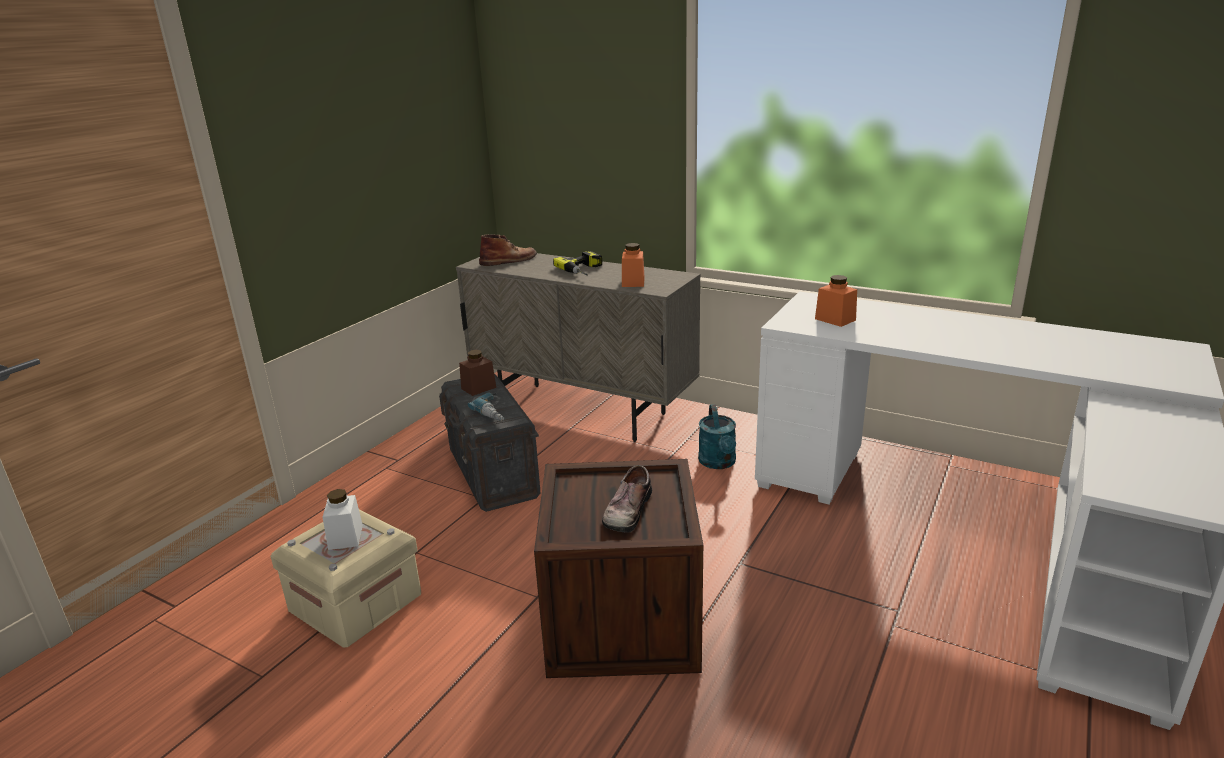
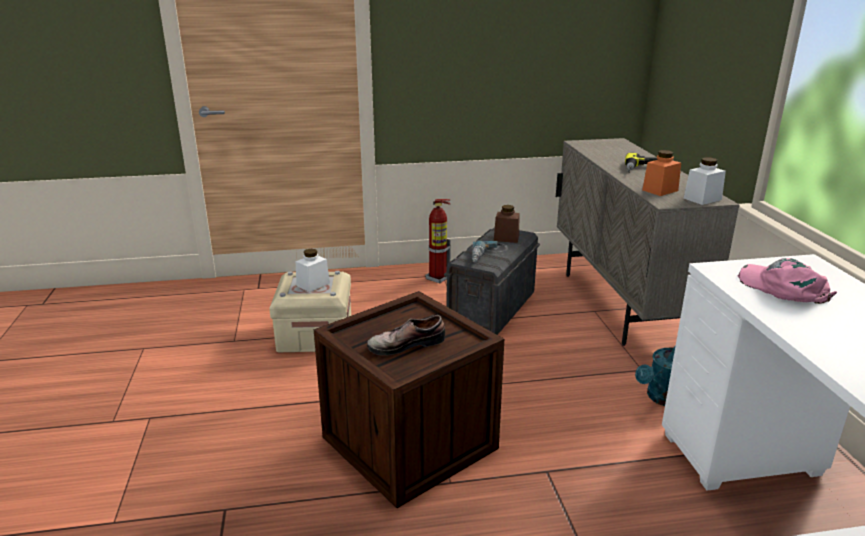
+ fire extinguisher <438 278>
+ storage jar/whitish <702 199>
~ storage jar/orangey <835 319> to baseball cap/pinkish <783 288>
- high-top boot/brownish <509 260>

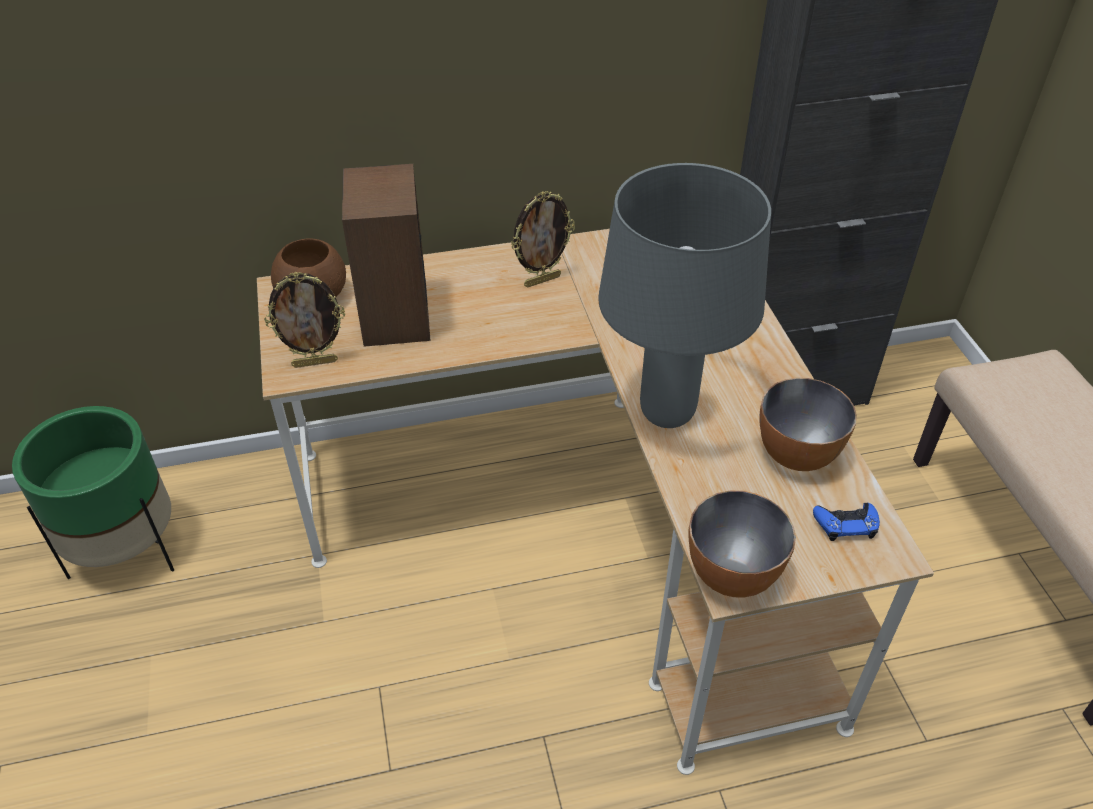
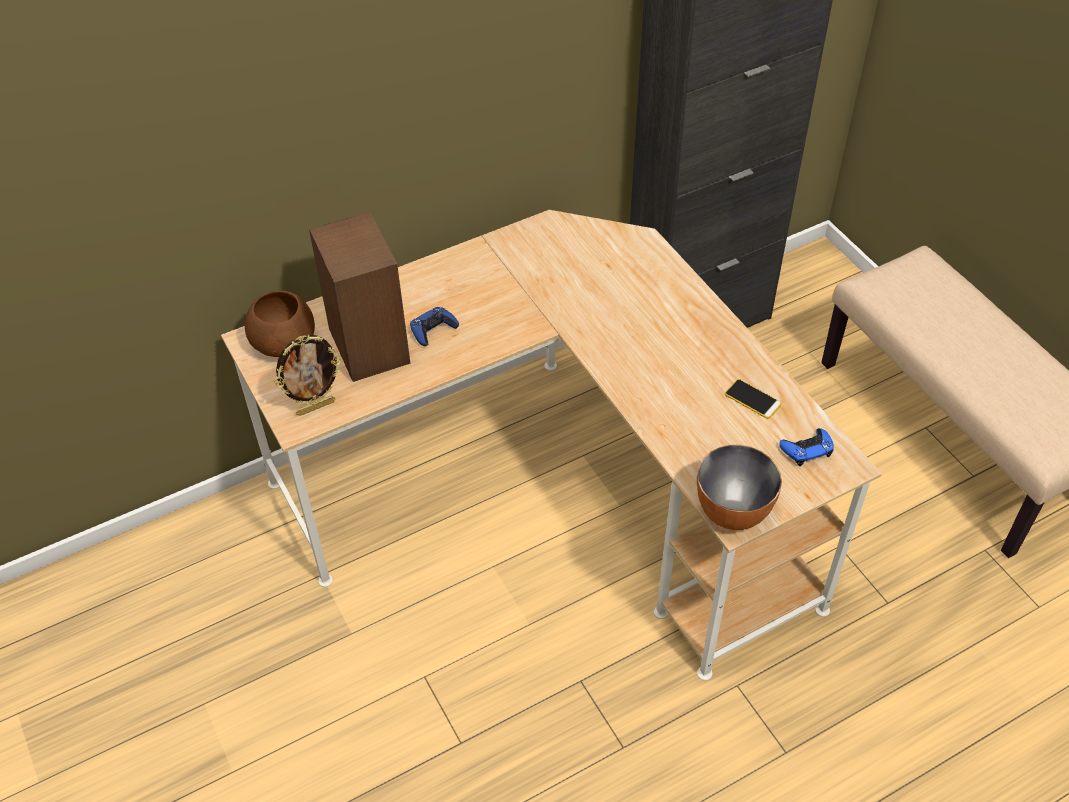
+ gamepad/bluish <433 329>
~ serving bowl <796 454> to phone <752 399>
- plant pot/green <127 550>
- picture frame <542 280>
- lamp for a table/greyish <667 414>

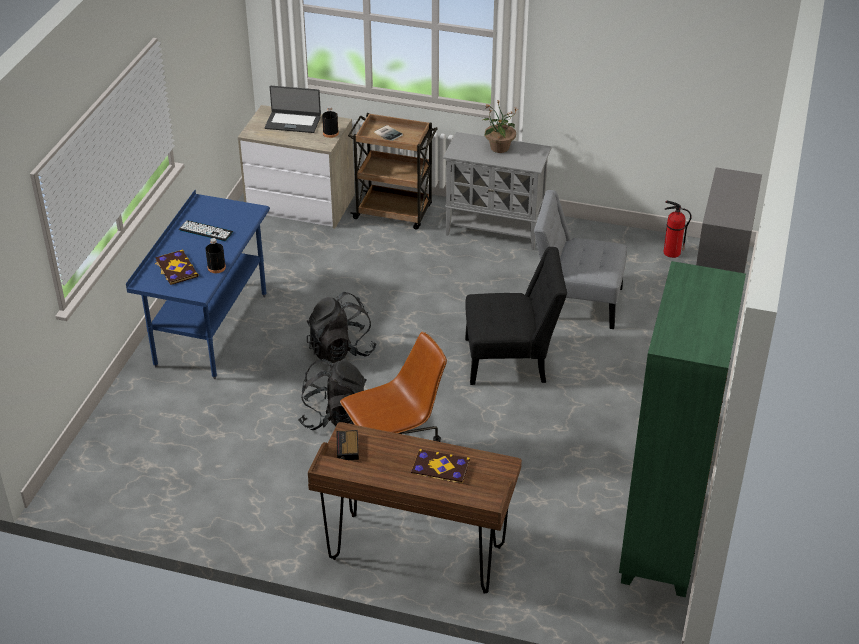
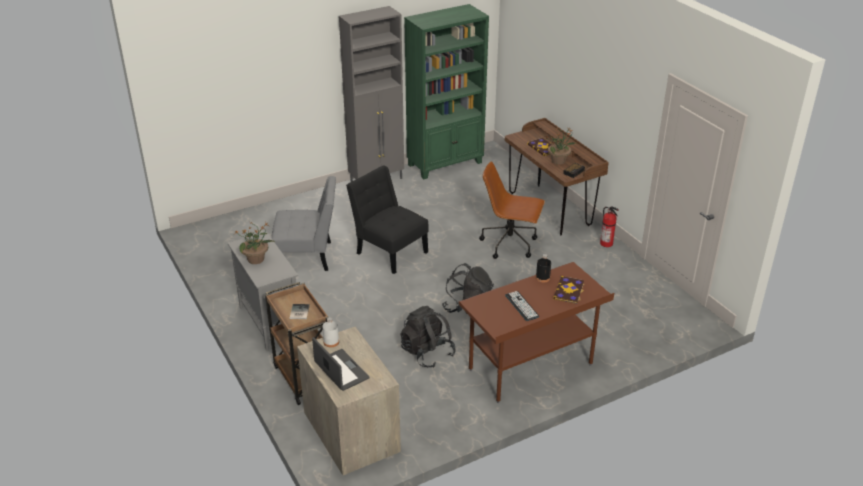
~ plain chair/greyish <576 302> = <308 257> 60 degrees counterclockwise
~ bottle/black <330 133> to bottle/whitish <331 342>
~ rucksack/black <334 417> to <427 353>
~ desk table/bluish <211 330> to desk table/brownish <531 368>
+ potted plant <559 161>
~ fire extinguisher <671 252> to <607 243>

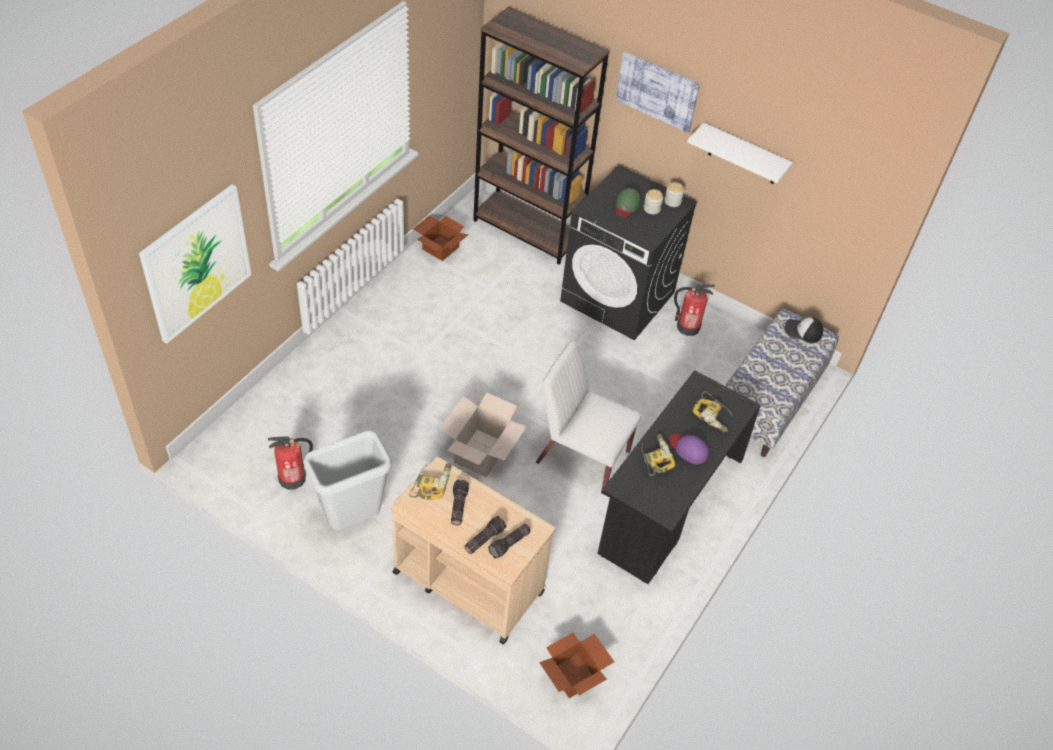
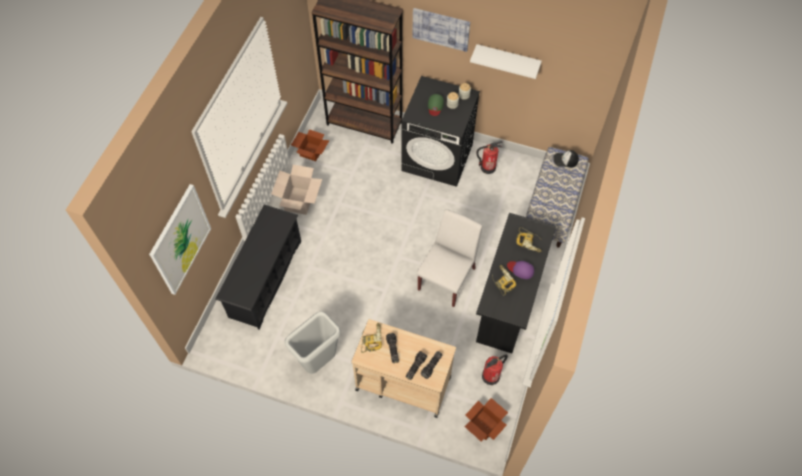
+ shoe shelf/black <265 279>
~ carton <481 452> to <299 200>
~ plain chair/whitish <581 456> = <447 278> 105 degrees clockwise
~ fire extinguisher <293 478> to <491 376>

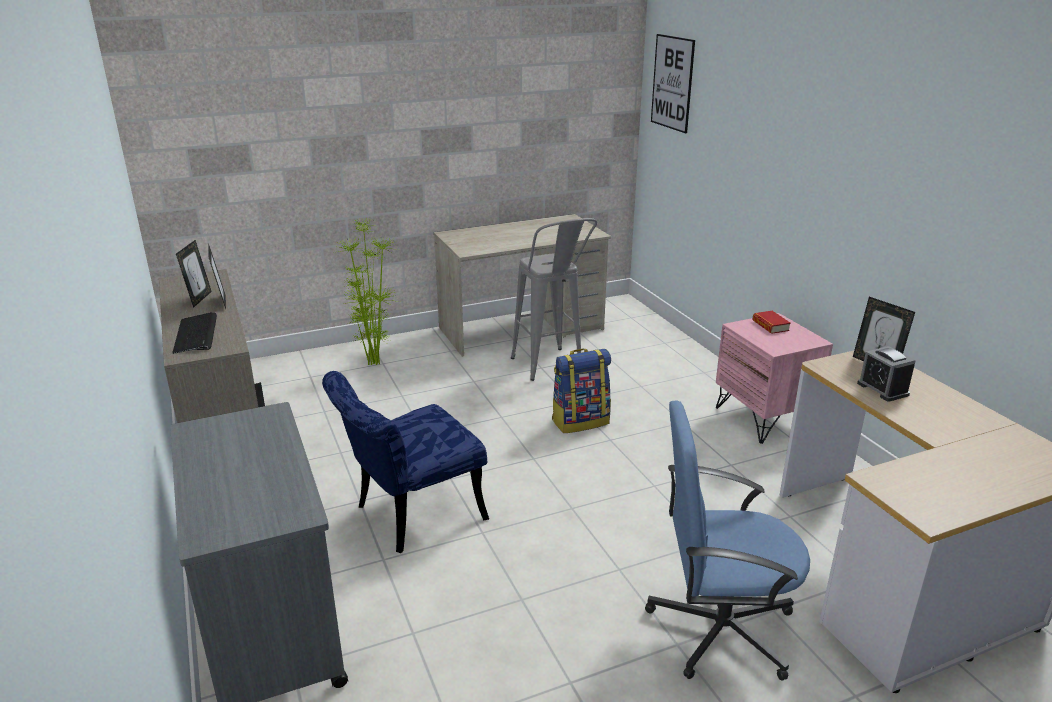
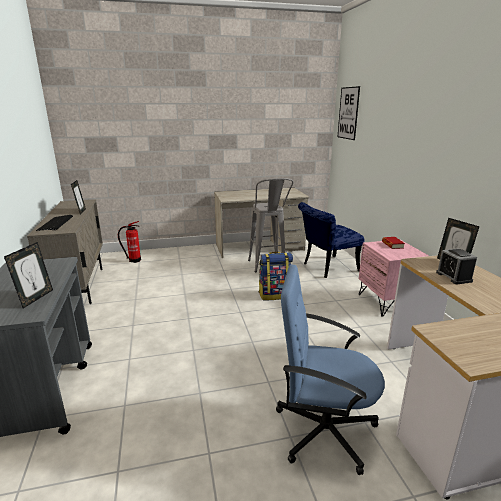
~ picture frame <199 299> to <36 298>
+ fire extinguisher <133 260>
~ plain chair/bluish <410 515> to <326 268>
- potted plant <375 364>

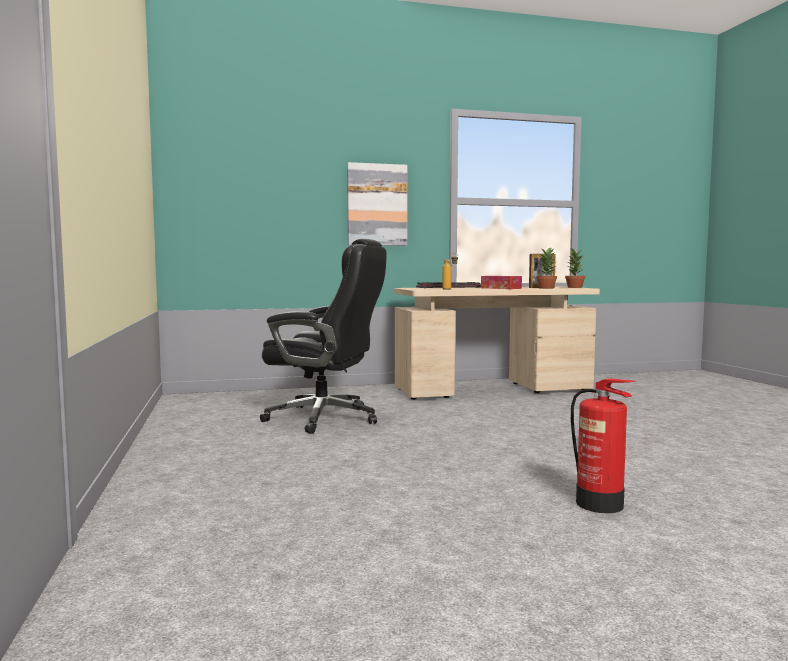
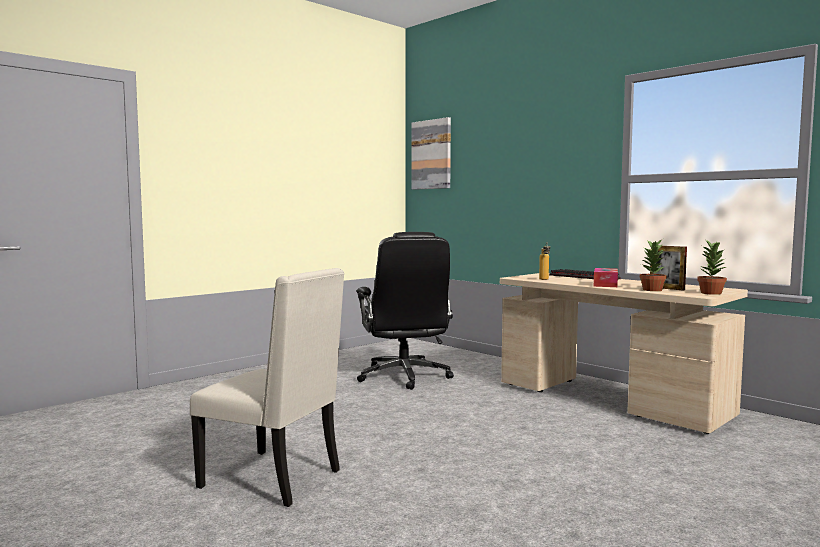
~ fire extinguisher <600 504> to plain chair/beige <274 479>
~ wall art <377 205> to <431 154>

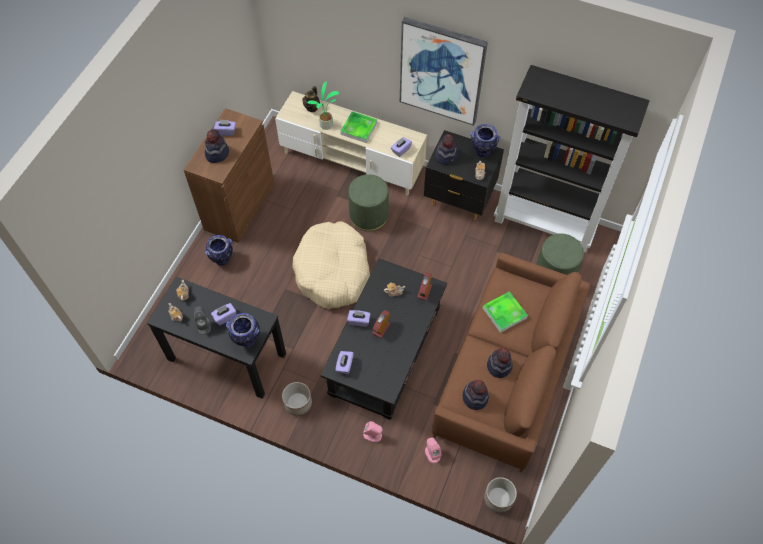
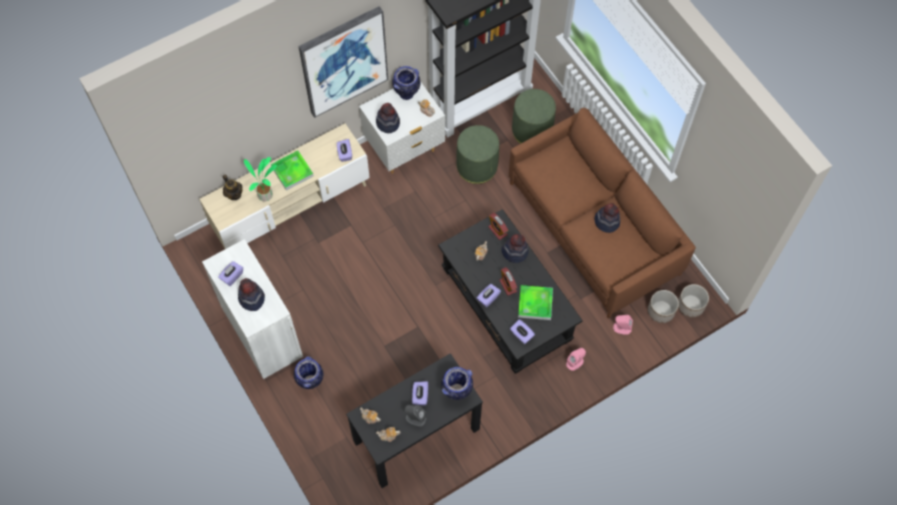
~ cabinet/brownish <239 206> to cabinet/whitish <262 332>
~ night table/black <459 200> to night table/whitish <404 149>
~ ottoman/green <369 215> to <477 166>
~ wearable hat <475 397> to <515 252>
~ serving tray <504 313> to <535 303>
~ plant pot <297 403> to <660 311>
- dog cushion/beige <333 271>

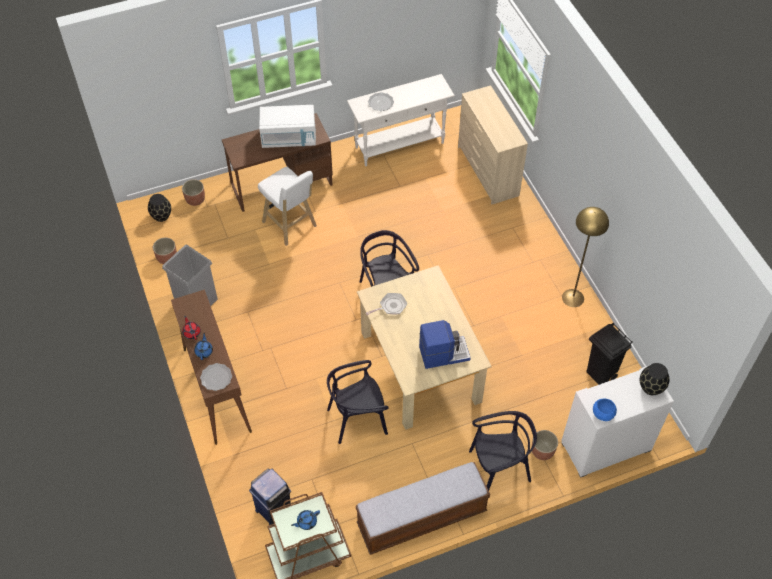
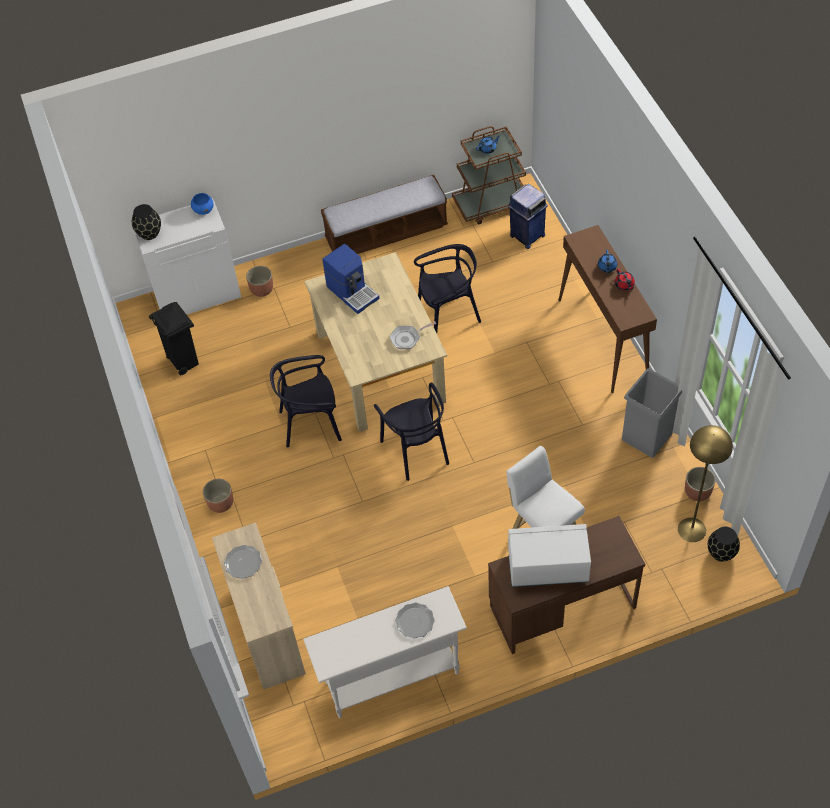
~ plant pot <195 199> to <221 503>
~ plate <216 377> to <243 563>
~ plain chair/black <499 468> to <311 423>
~ coffee brewer <443 353> = <353 292> 120 degrees counterclockwise
~ standing lamp/yellow <572 298> to <692 529>

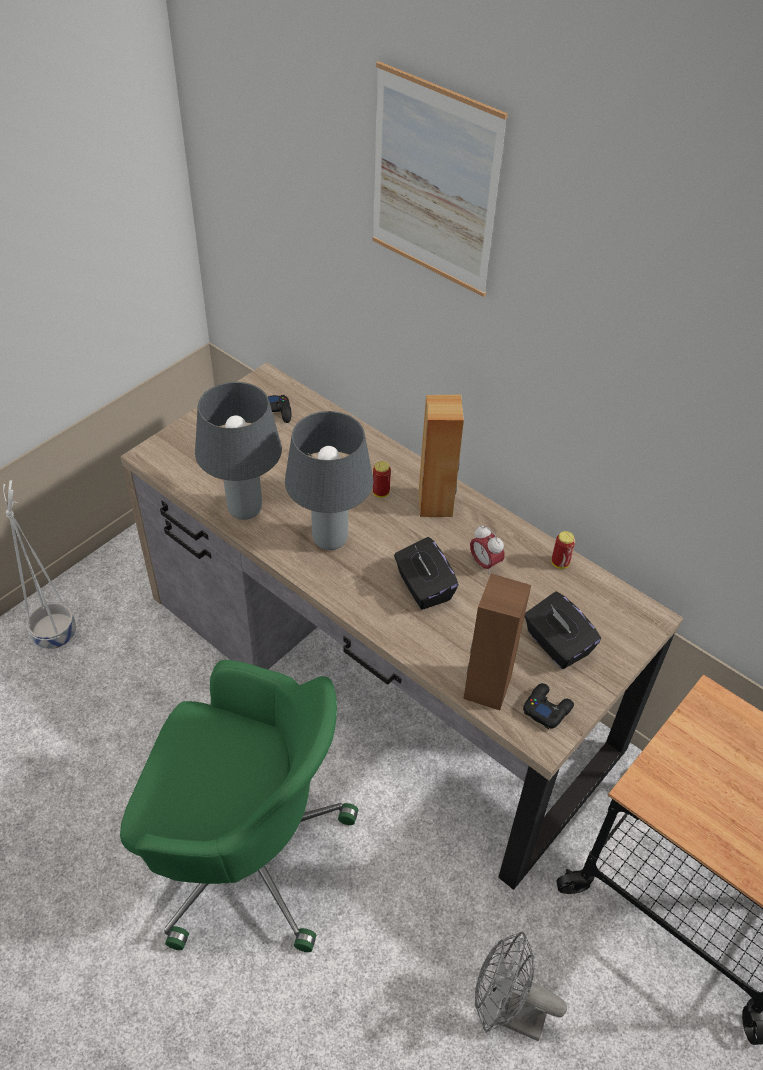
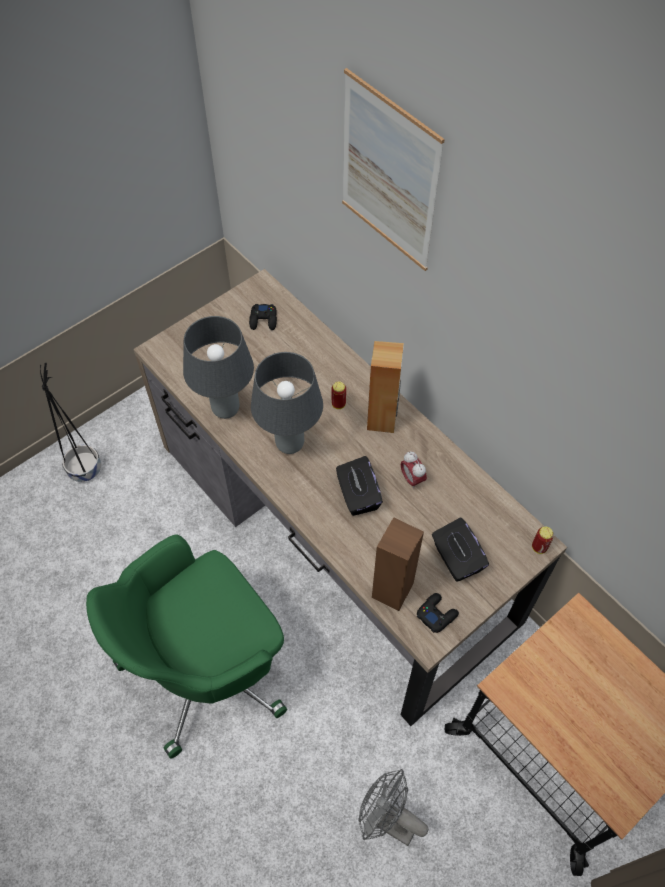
~ plant pot/whitish <55 632> to plant pot/black <85 468>
~ desk chair/green <244 852> = <208 667> 120 degrees clockwise
~ metal can <560 563> to <539 547>

